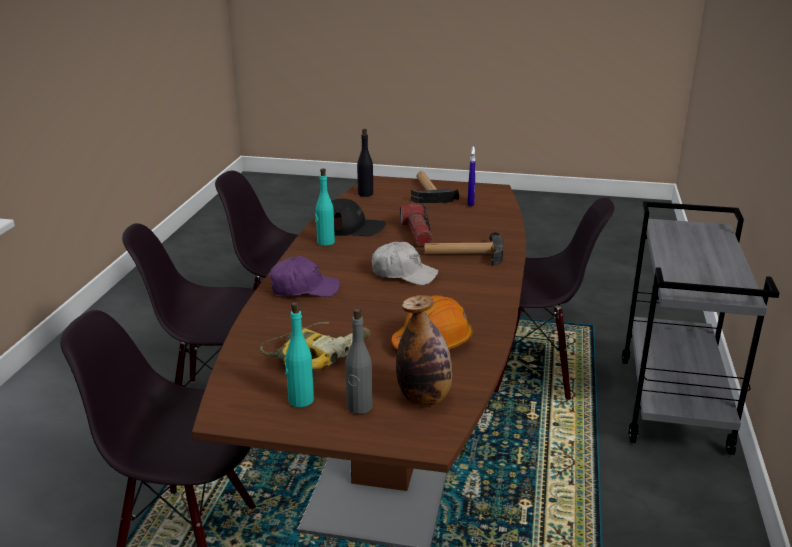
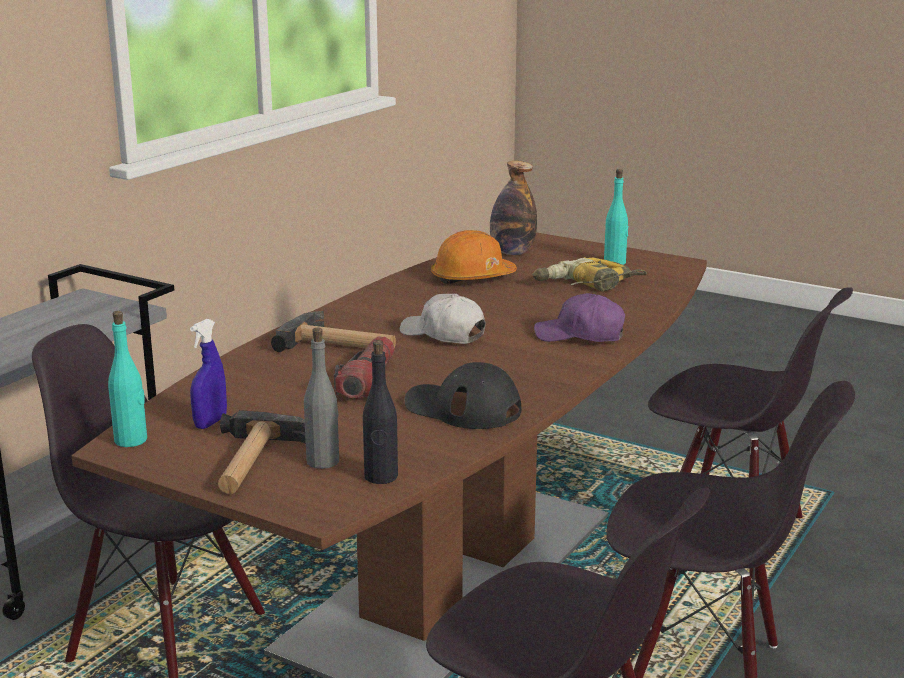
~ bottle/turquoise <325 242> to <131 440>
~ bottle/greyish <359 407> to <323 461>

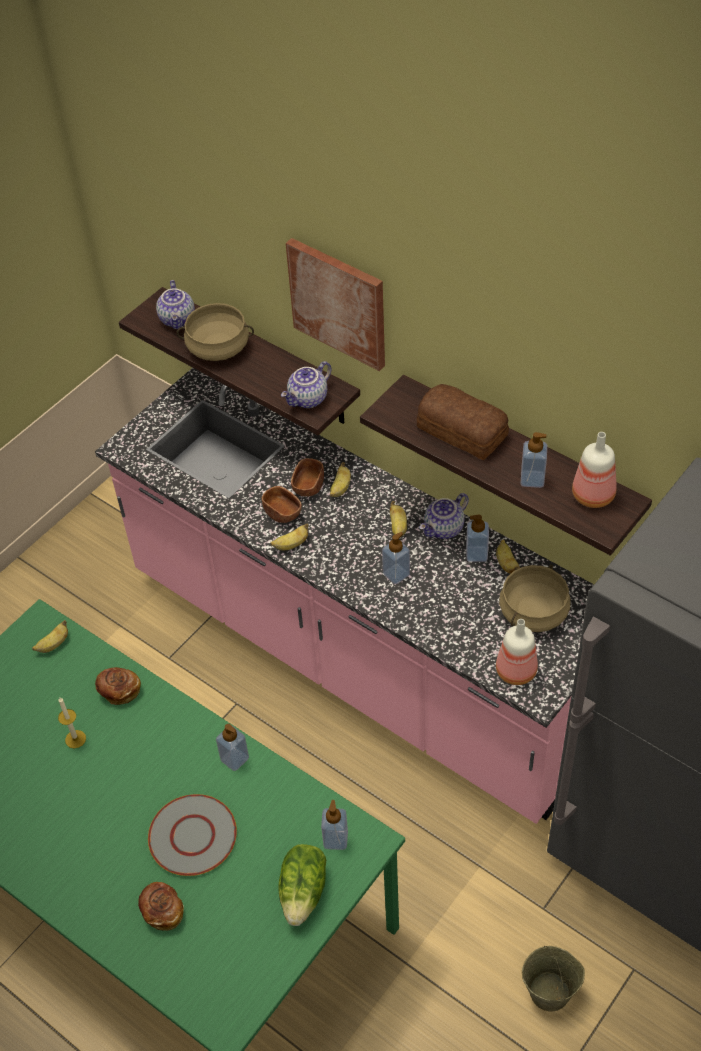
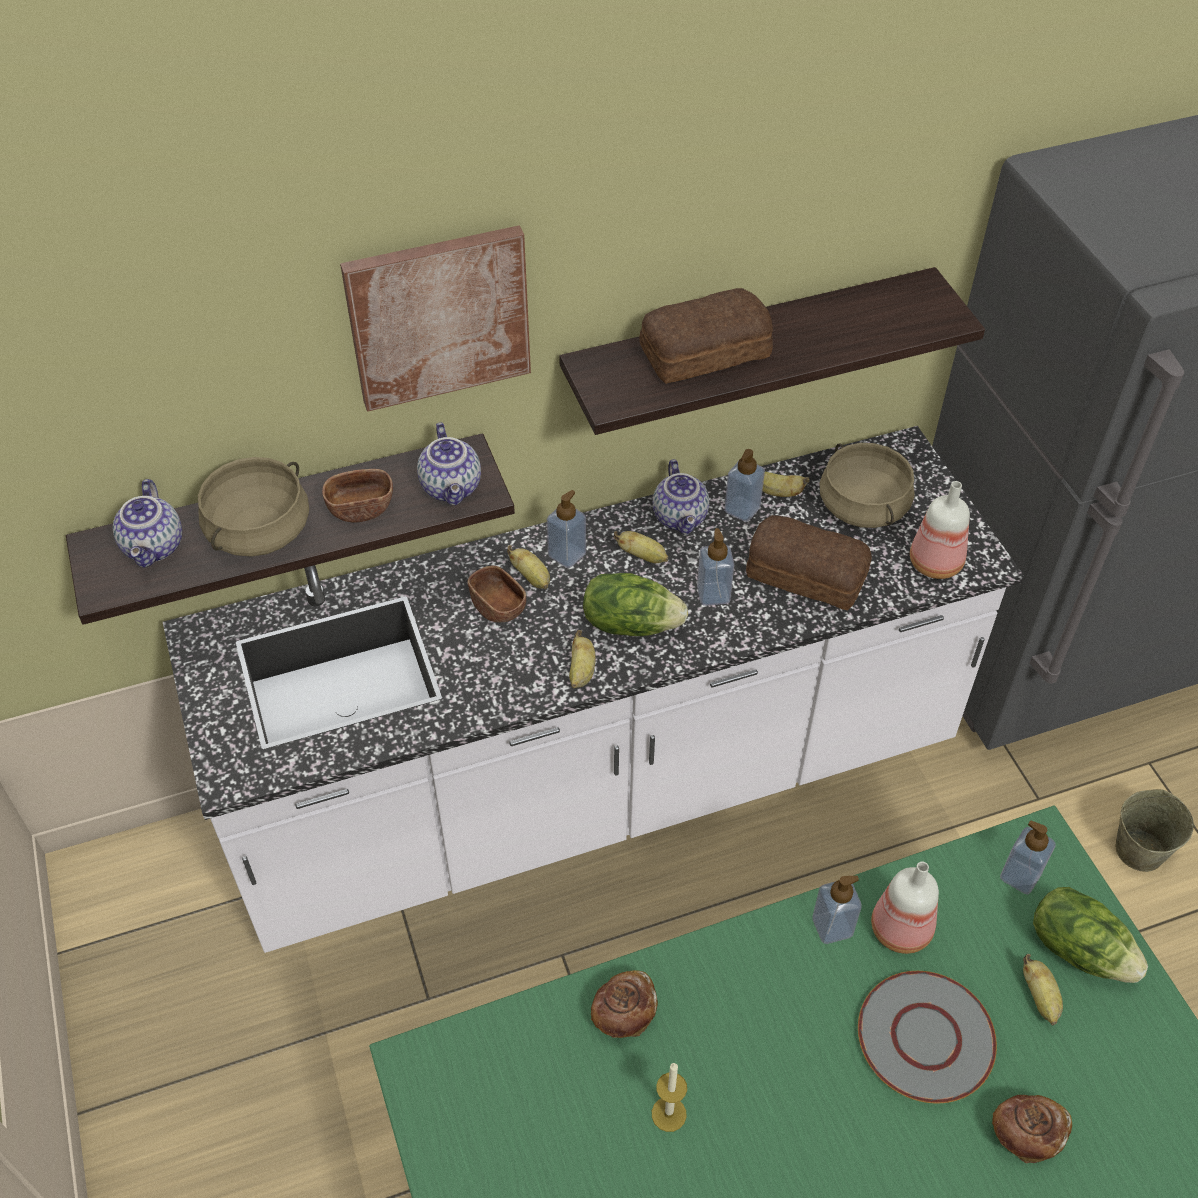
~ pot for tea <178 319> = <155 547> 60 degrees clockwise
~ kitchen base unit/pinkish <358 659> to kitchen base unit/whitish <599 787>
~ serving bowl/brownish <282 513> to <361 508>
~ soap dispenser <532 479> to <567 554>
+ head of lettuce <630 623>
+ baked bread <805 572>
~ bottle <594 494> to <900 927>
~ banana fruit <53 645> to <1040 998>

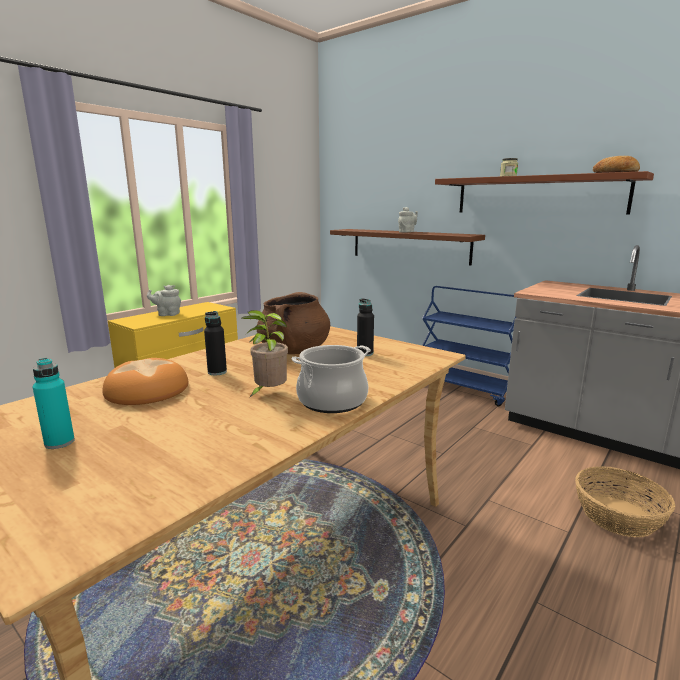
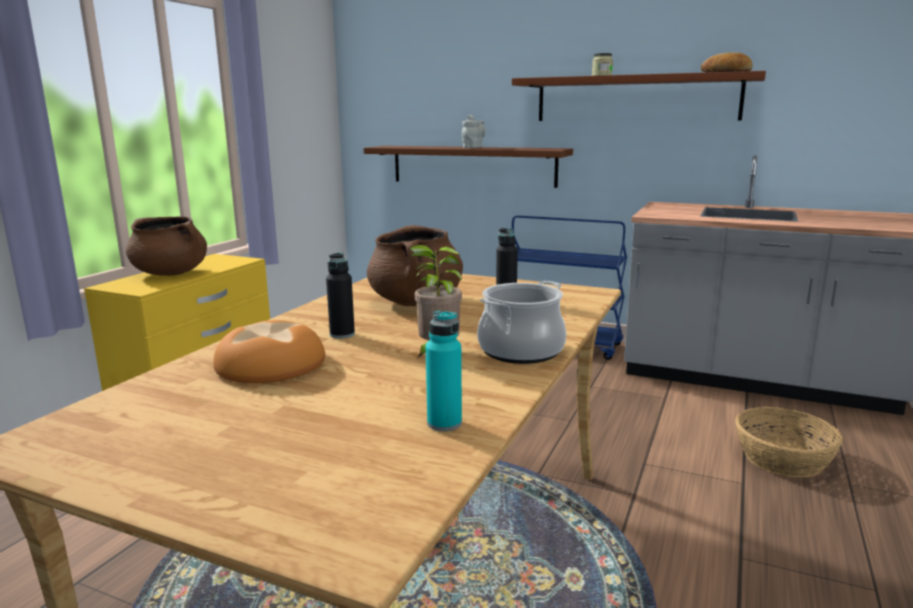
~ pot for tea/greyish <167 314> to cooking pot/brownish <171 273>
~ bottle/turquoise <59 442> to <444 423>

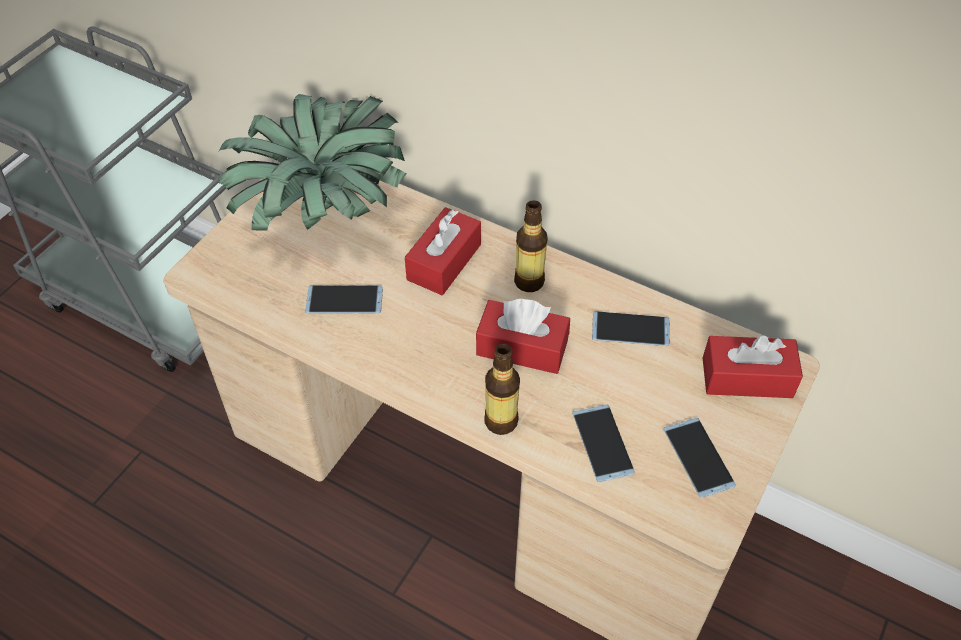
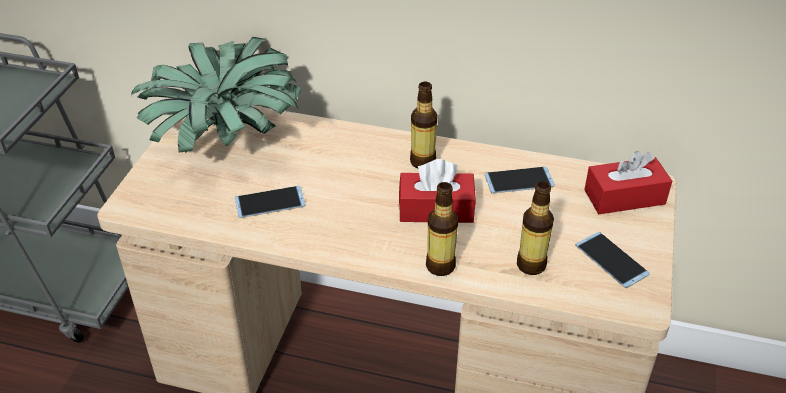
~ phone <603 443> to bottle <531 265>
- box of tissues/reddish <444 262>

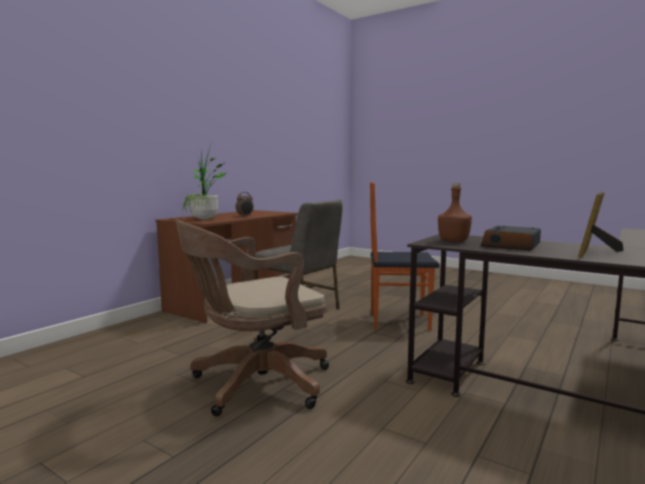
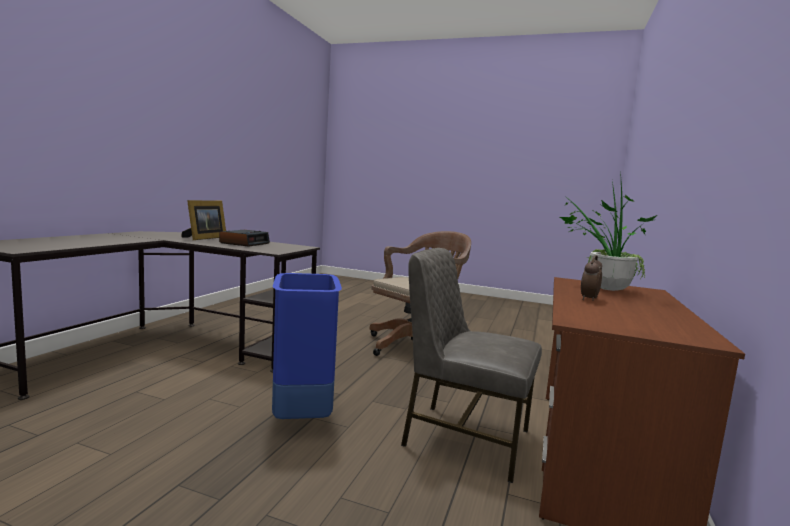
~ plain chair <398 321> to waste bin/bluish <302 417>
- bottle/brownish <453 241>

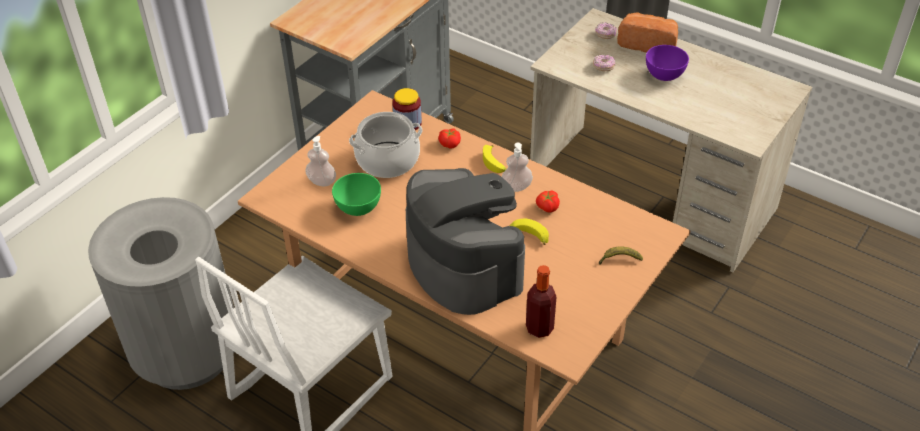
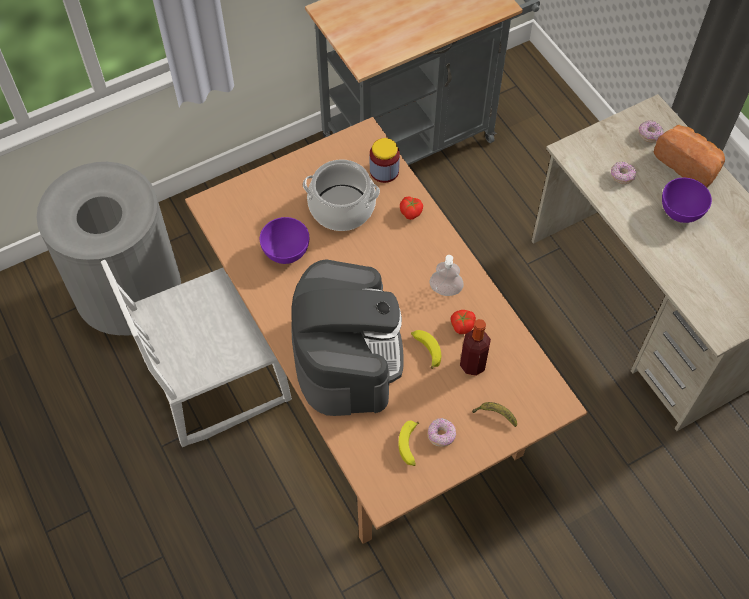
~ serving bowl/green <358 207> to serving bowl/purple-coloured <286 251>
~ banana fruit <494 163> to <410 446>
+ doughnut <441 435>
~ bottle <539 328> to <472 364>
- soap dispenser <322 181>

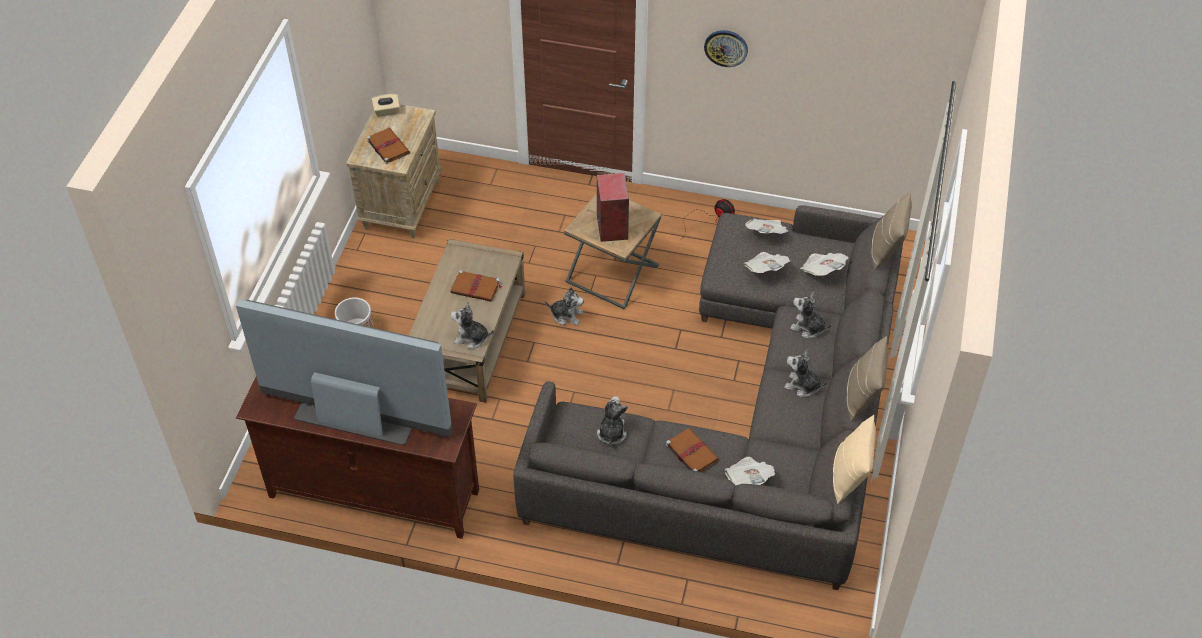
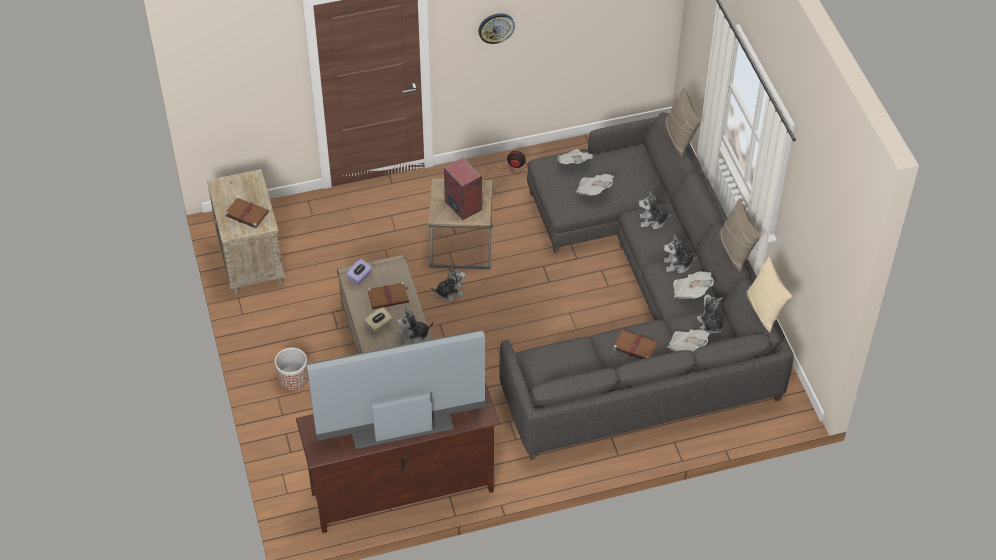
+ box of tissues/purple-coloured <360 277>
~ box of tissues/beige <386 111> to <379 325>
~ printed paper <822 271> to <691 291>
~ plush toy <611 433> to <710 324>

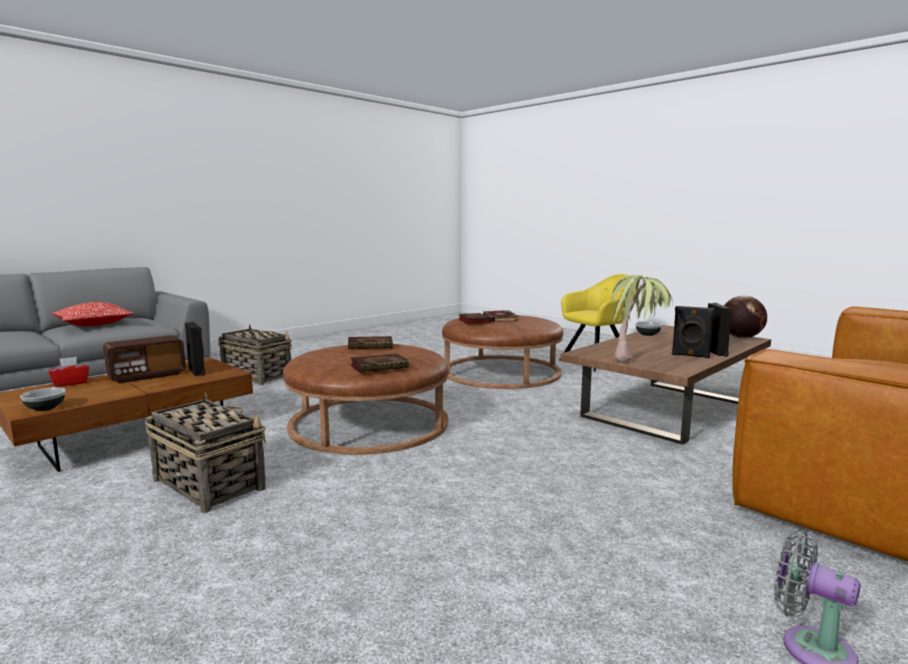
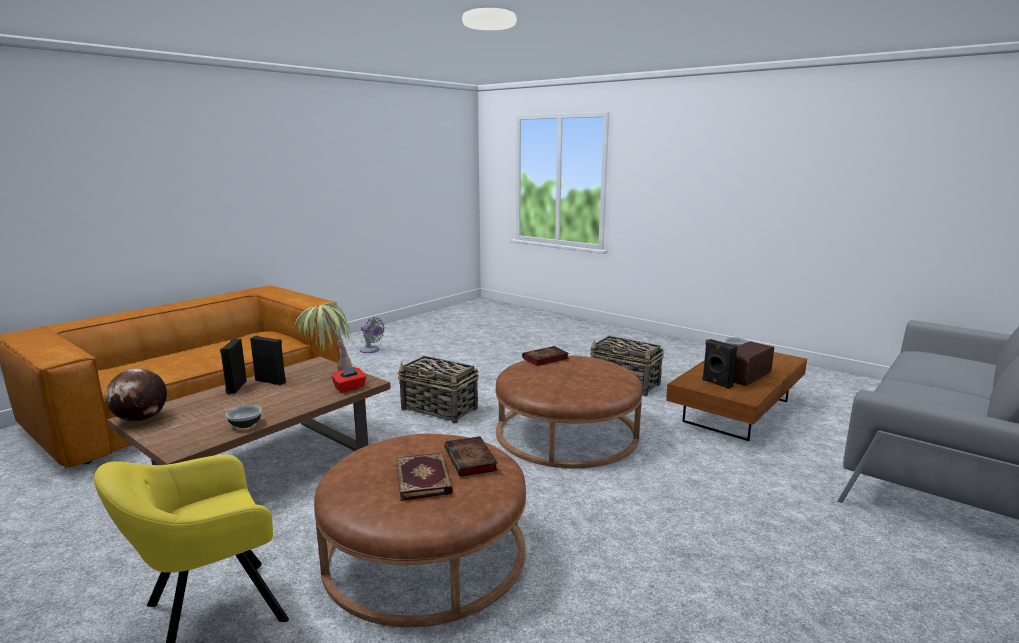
~ box of tissues/reddish <71 383> to <350 388>
~ household basket <256 376> to <440 409>
- pillow <94 324>
- book <371 346>

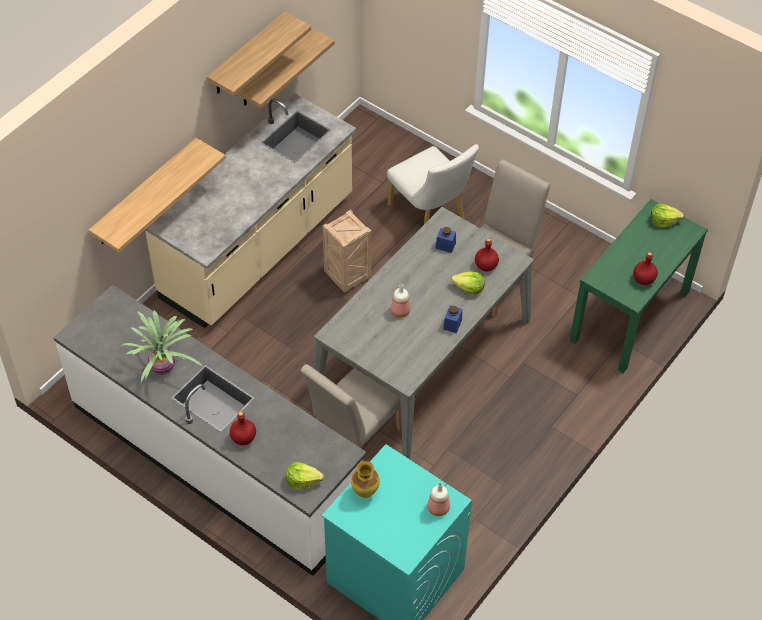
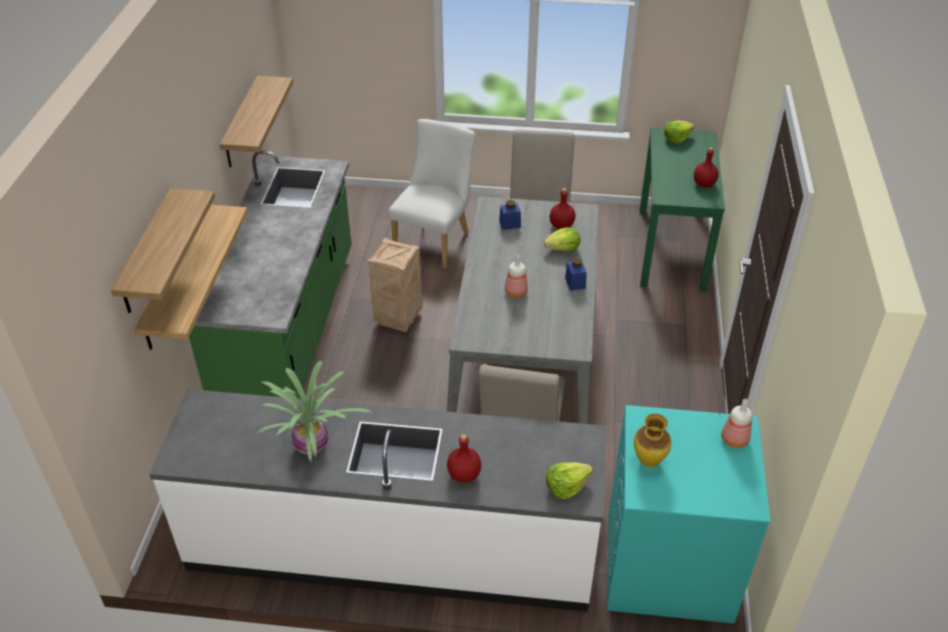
~ bracket shelf <247 55> to <147 253>
~ kitchen base unit/beige <259 248> to kitchen base unit/green <290 329>
~ plain chair/whitish <430 215> = <435 240> 90 degrees counterclockwise

